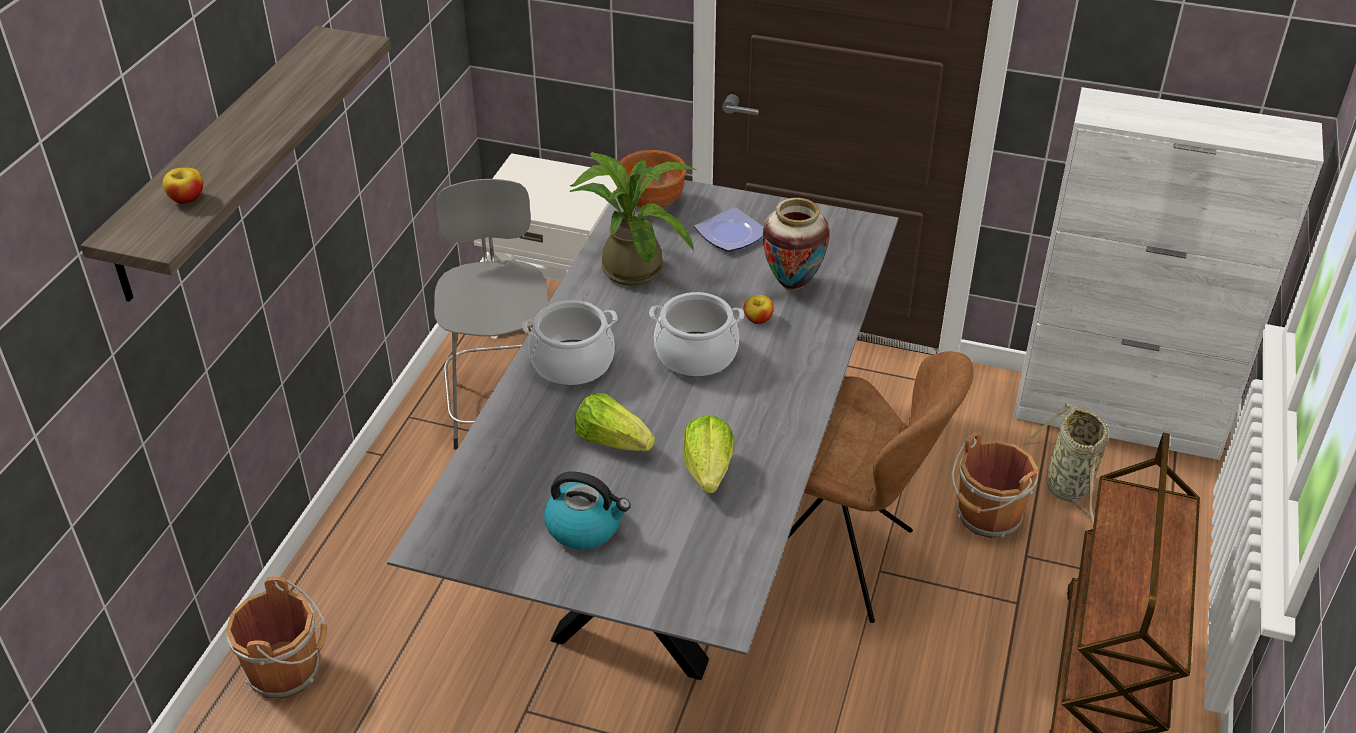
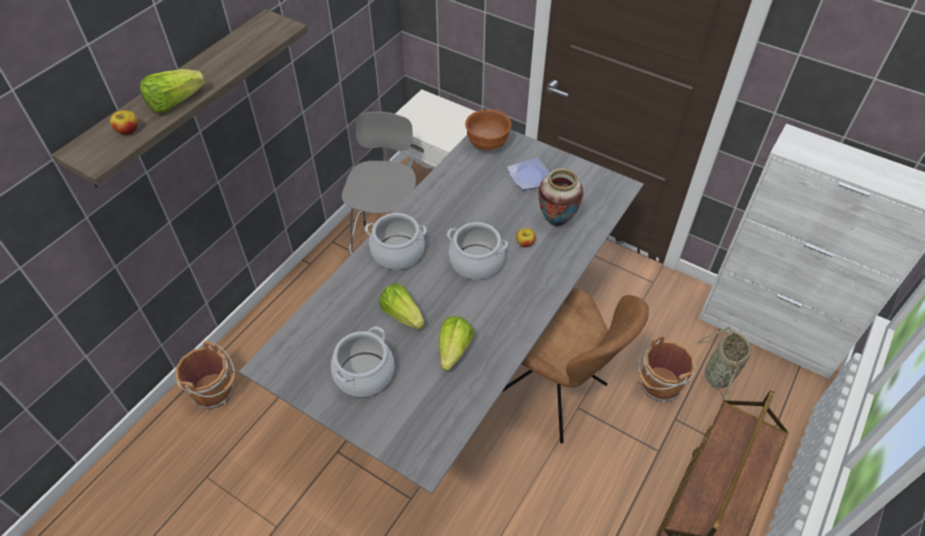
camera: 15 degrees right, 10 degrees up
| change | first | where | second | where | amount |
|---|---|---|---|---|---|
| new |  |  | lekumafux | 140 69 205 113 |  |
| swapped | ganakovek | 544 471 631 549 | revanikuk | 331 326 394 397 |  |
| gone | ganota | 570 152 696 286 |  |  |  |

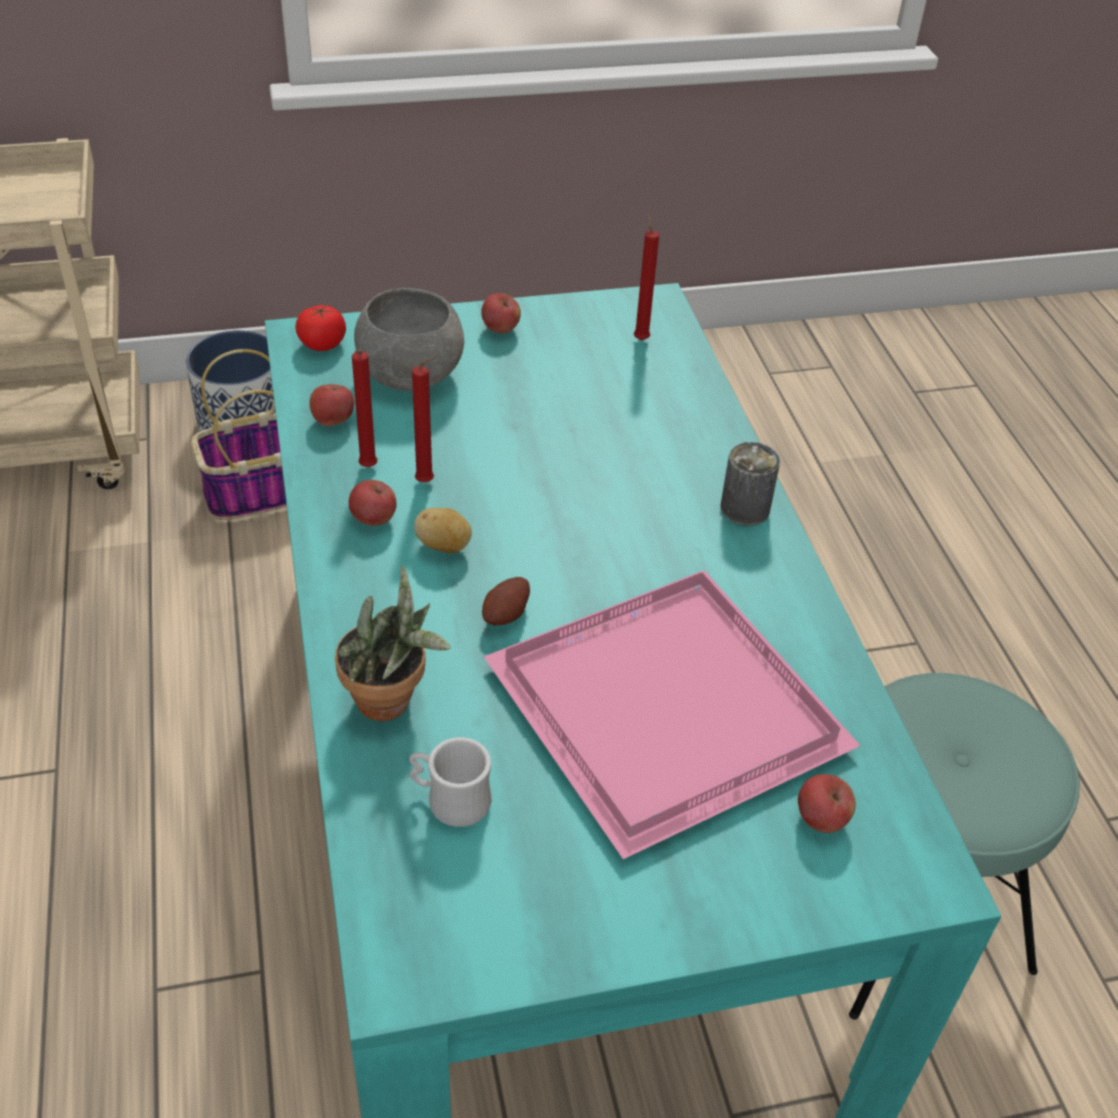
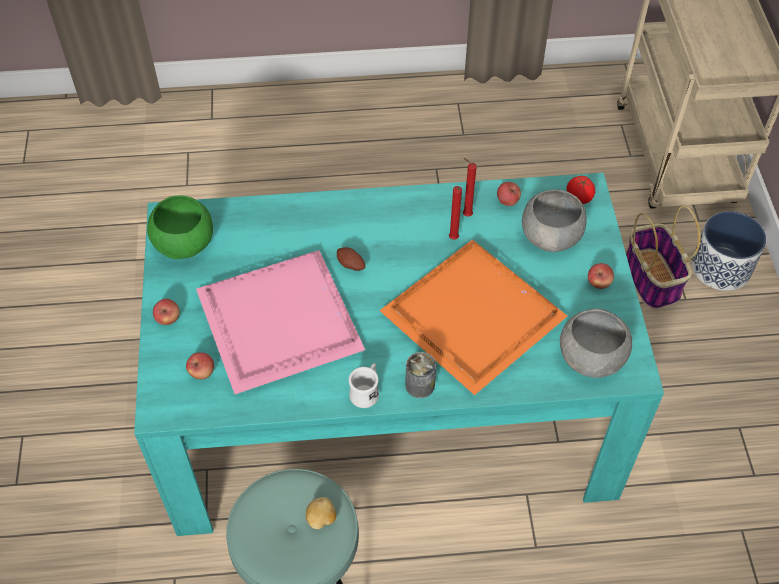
camera: 100 degrees right, 10 degrees up
| change | first | where | second | where | amount |
|---|---|---|---|---|---|
| new |  |  | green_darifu | 147 195 213 259 |  |
| shifted | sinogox | 349 480 397 526 |  | 153 299 180 325 |  |
| shifted | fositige | 414 508 472 553 |  | 306 497 336 529 |  |
| shifted | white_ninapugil | 409 737 492 827 |  | 349 363 379 408 |  |
| new |  |  | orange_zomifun | 379 239 567 395 |  |
| swapped | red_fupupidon | 634 214 659 341 | grey_darifu | 560 308 632 378 |  |
| gone | ganota | 335 564 451 721 |  |  |  |

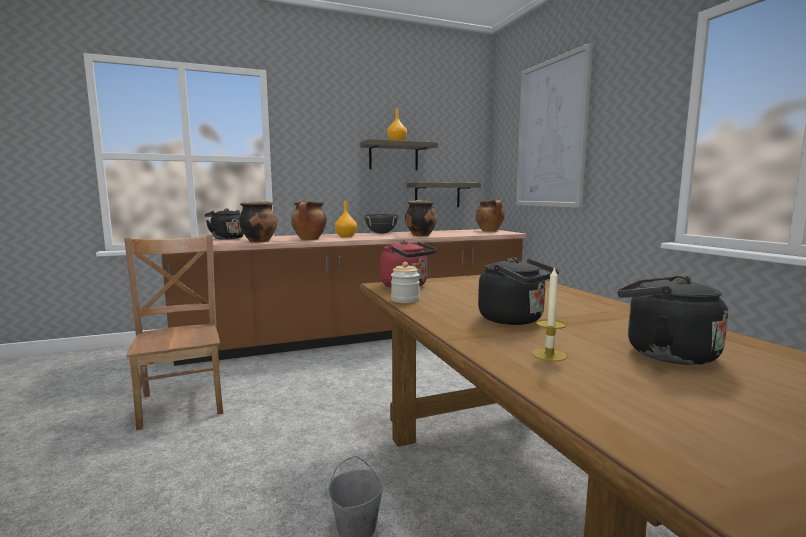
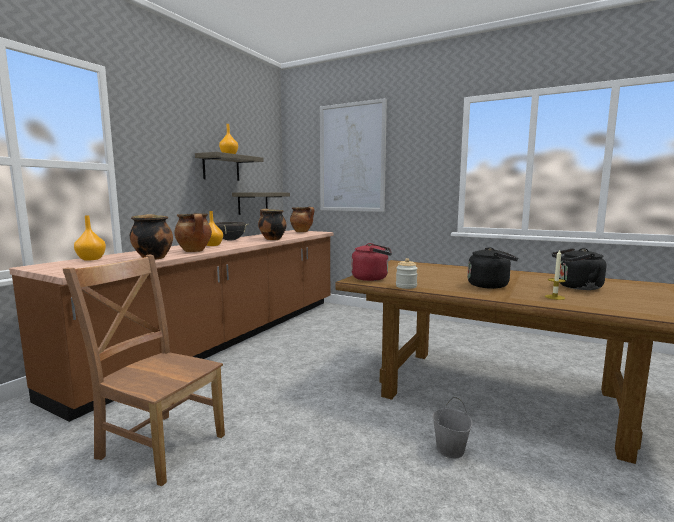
camera: 40 degrees left, 0 degrees up
| change | first | where | second | where | amount |
|---|---|---|---|---|---|
| swapped | black_ganakovek | 205 208 244 240 | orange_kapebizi | 74 215 106 261 |  |

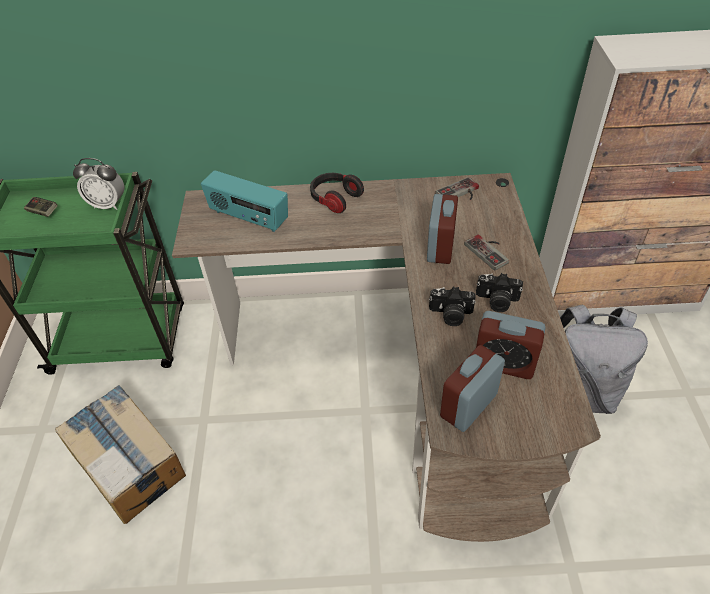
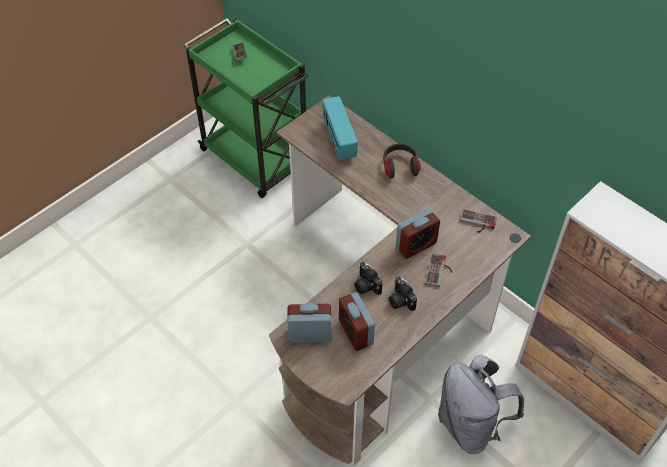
camera: 45 degrees right, 5 degrees up
| change | first | where | second | where | amount |
|---|---|---|---|---|---|
| gone | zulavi | 55 385 186 524 |  |  |  |
| gone | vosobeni | 73 158 125 210 |  |  |  |

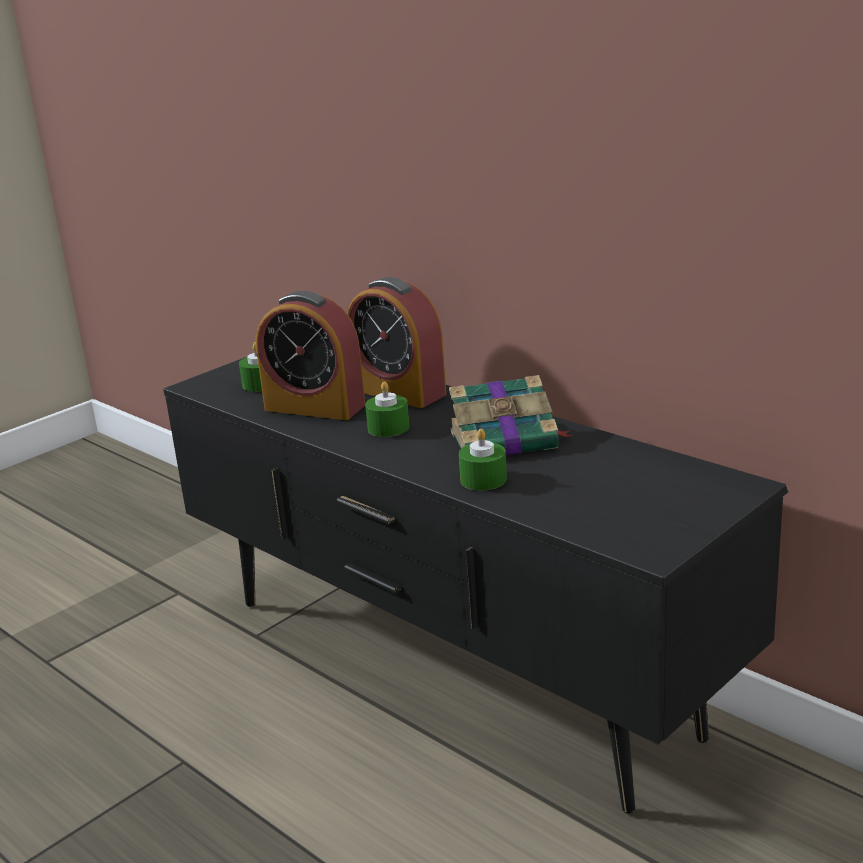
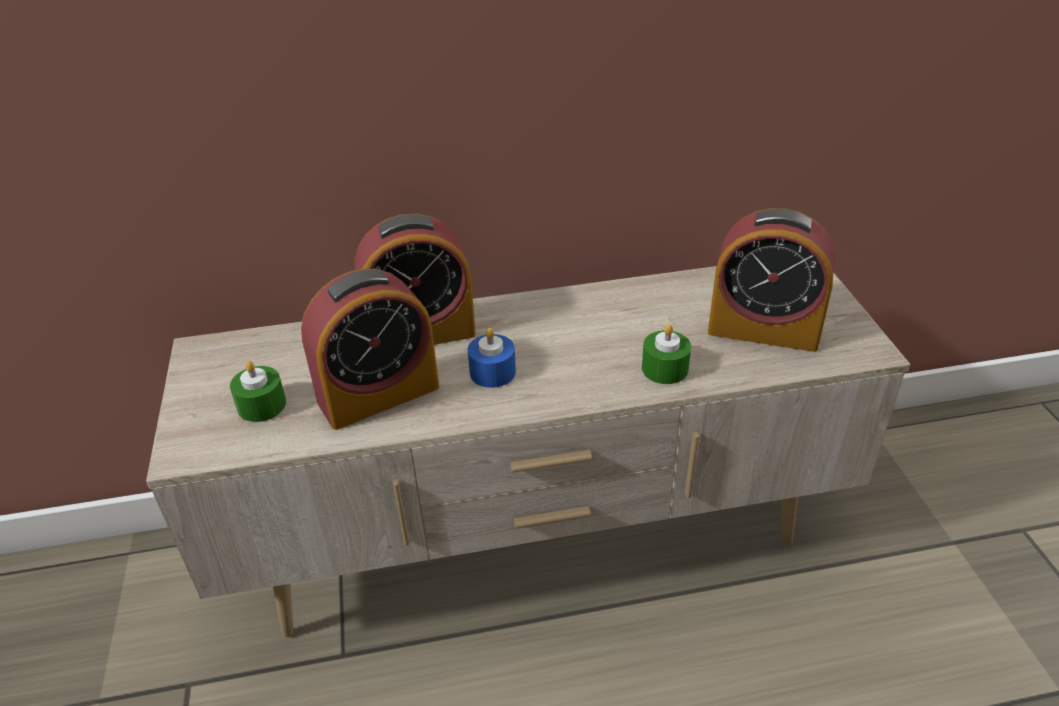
camera: 55 degrees left, 15 degrees up
| change | first | where | second | where | amount |
|---|---|---|---|---|---|
| repainted | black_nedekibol | 163 357 788 814 | beige_nedekibol | 146 266 911 637 |  |
| repainted | green_fupupidon | 365 381 409 437 | blue_fupupidon | 467 328 516 388 |  |
| new |  |  | vosobeni | 708 209 835 352 |  |
| gone | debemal | 449 375 573 455 |  |  |  |

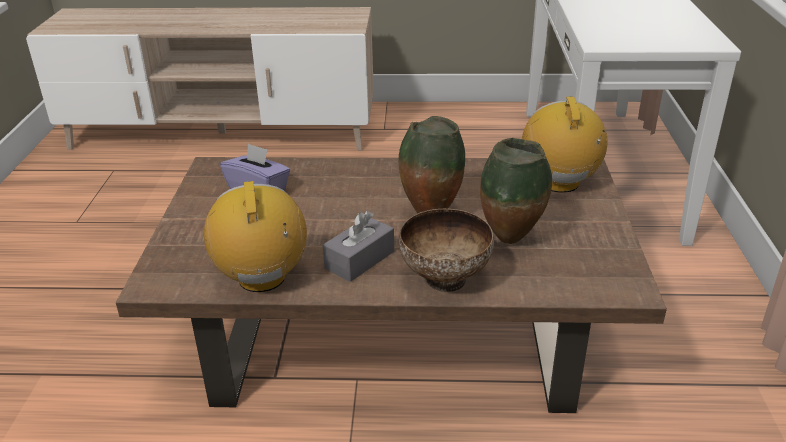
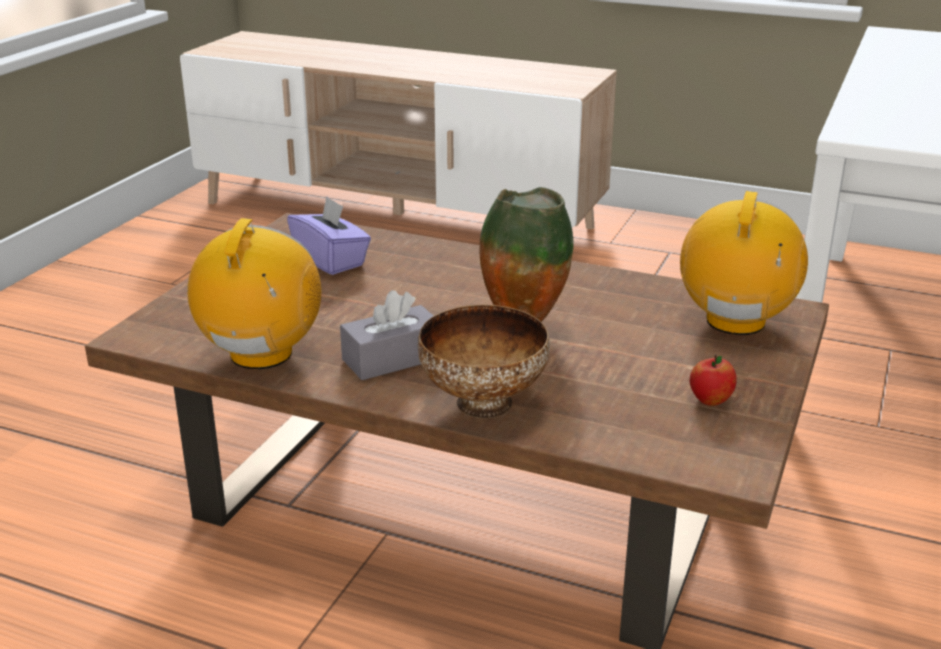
camera: 20 degrees right, 5 degrees down
| change | first | where | second | where | amount |
|---|---|---|---|---|---|
| new |  |  | sinogox | 690 354 736 406 |  |
| gone | kapebizi | 480 138 552 244 |  |  |  |

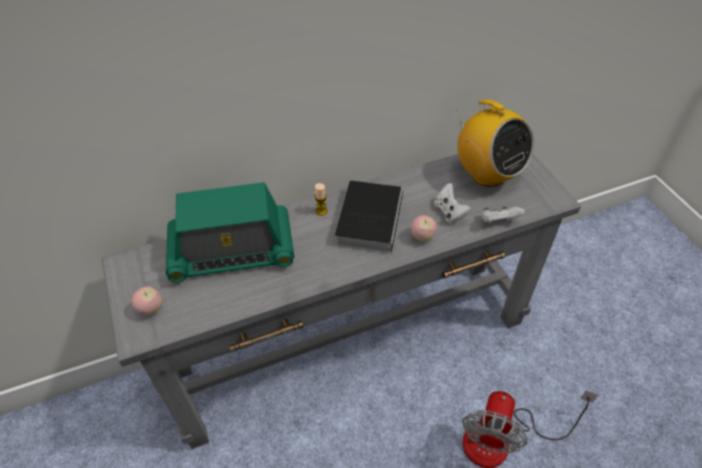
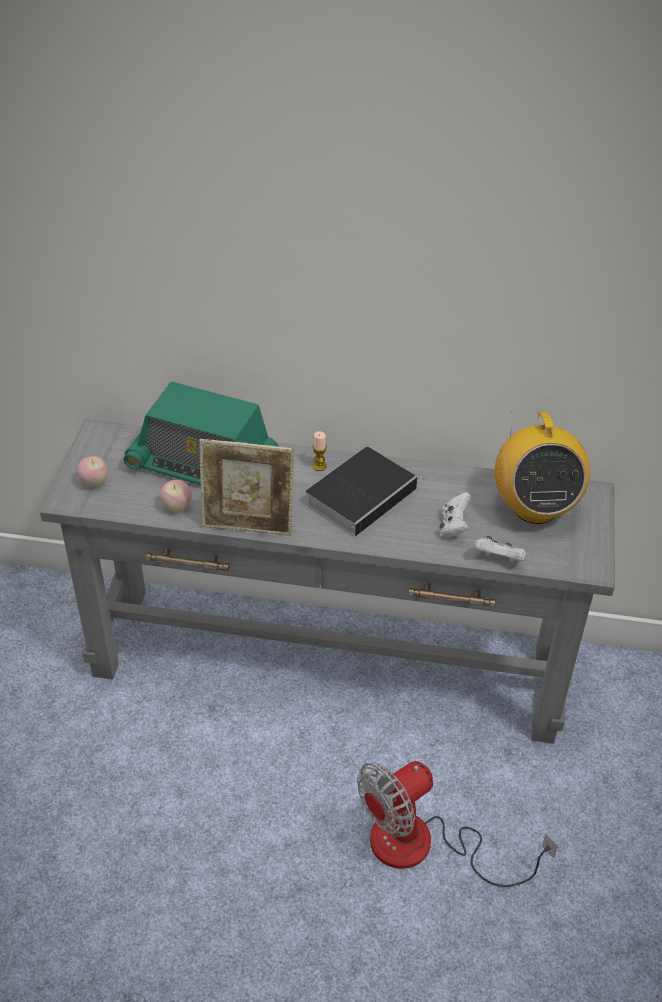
camera: 30 degrees right, 5 degrees down
| change | first | where | second | where | amount |
|---|---|---|---|---|---|
| shifted | sinogox | 411 215 437 242 |  | 161 480 192 512 |  |
| new |  |  | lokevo | 199 439 295 536 |  |

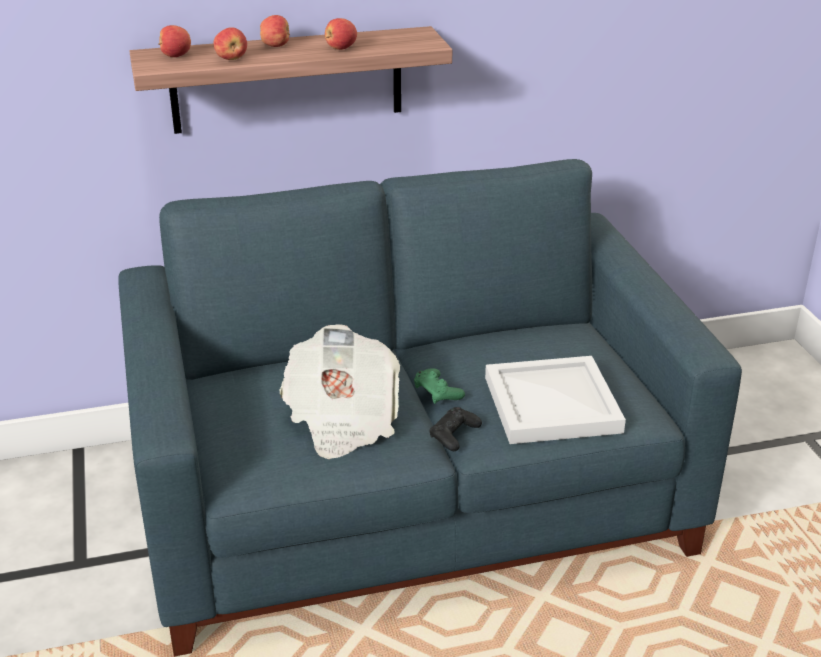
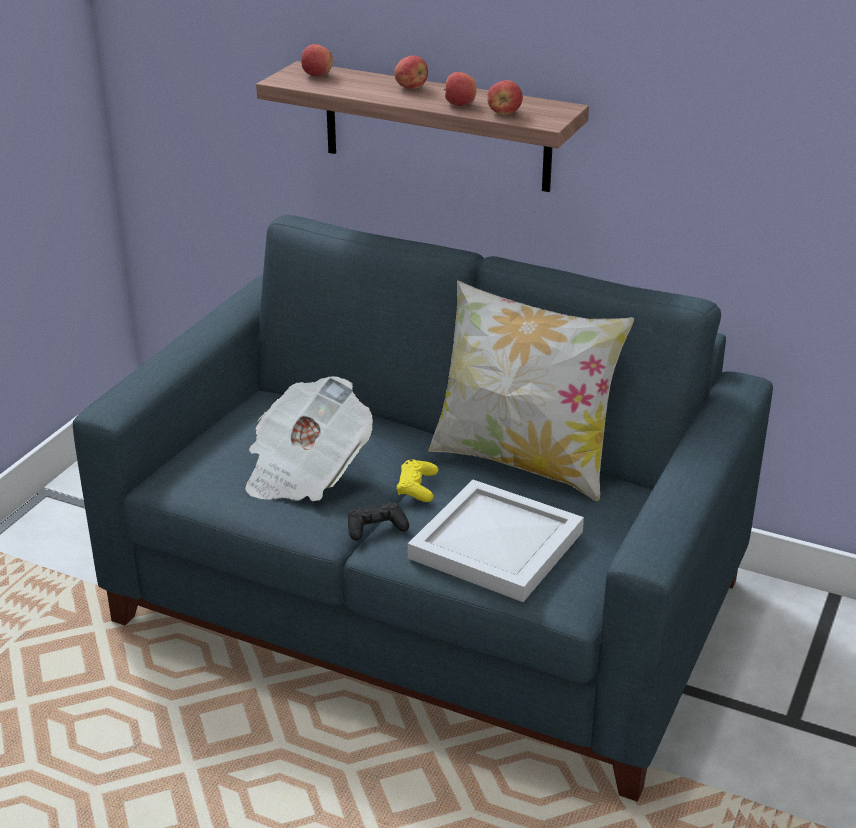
camera: 40 degrees right, 0 degrees up
| change | first | where | second | where | amount |
|---|---|---|---|---|---|
| repainted | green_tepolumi | 414 368 465 404 | yellow_tepolumi | 397 459 438 502 |  |
| new |  |  | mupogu | 428 280 634 501 |  |
| shifted | sinogox | 213 27 247 60 |  | 487 80 523 115 |  |

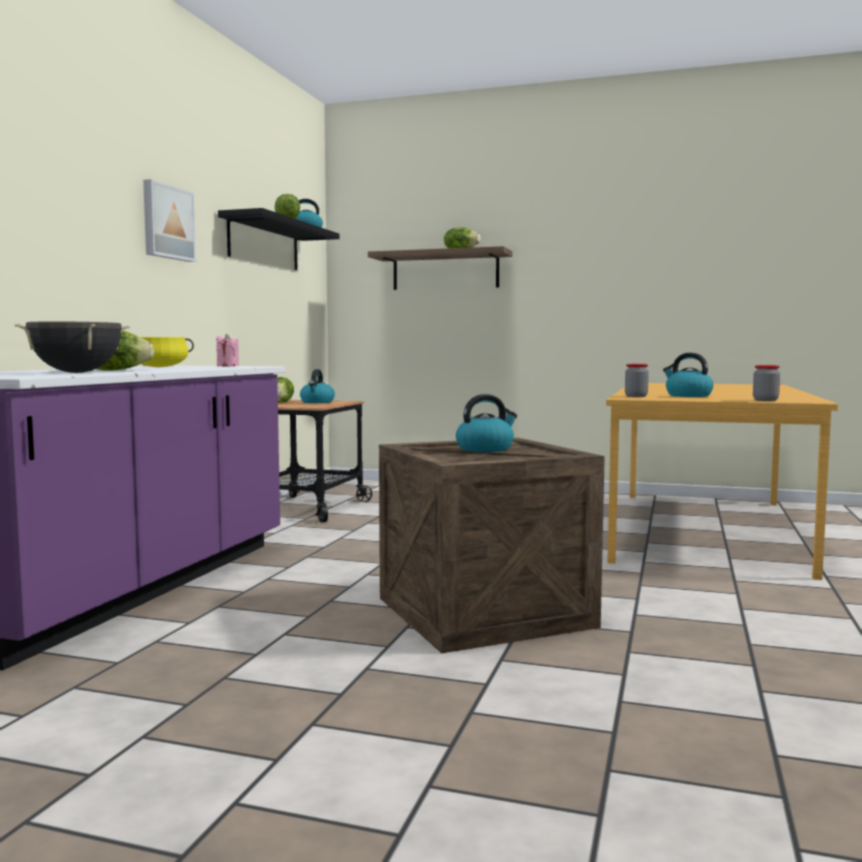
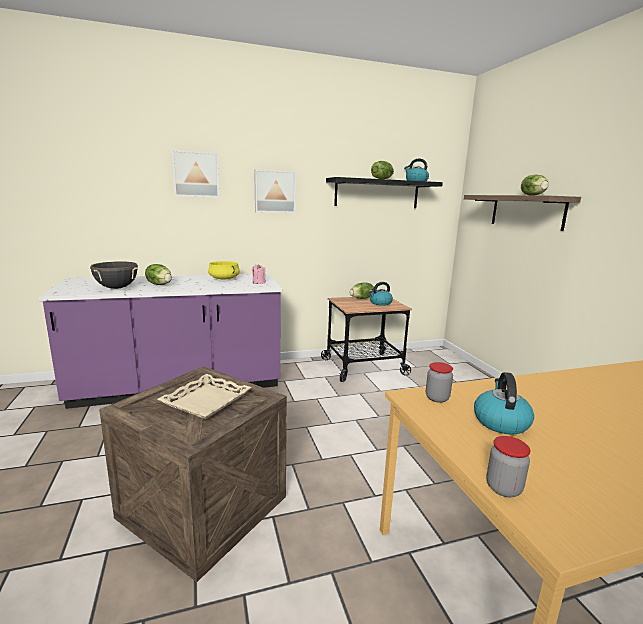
camera: 55 degrees right, 10 degrees up
| change | first | where | second | where | amount |
|---|---|---|---|---|---|
| swapped | ganakovek | 456 394 517 452 | beige_zomifun | 157 374 252 419 |  |
| new |  |  | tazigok | 172 150 219 198 |  |

